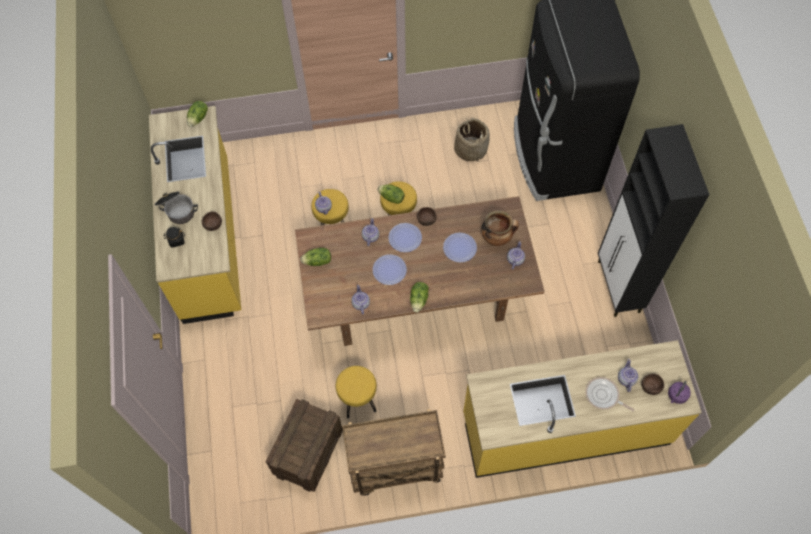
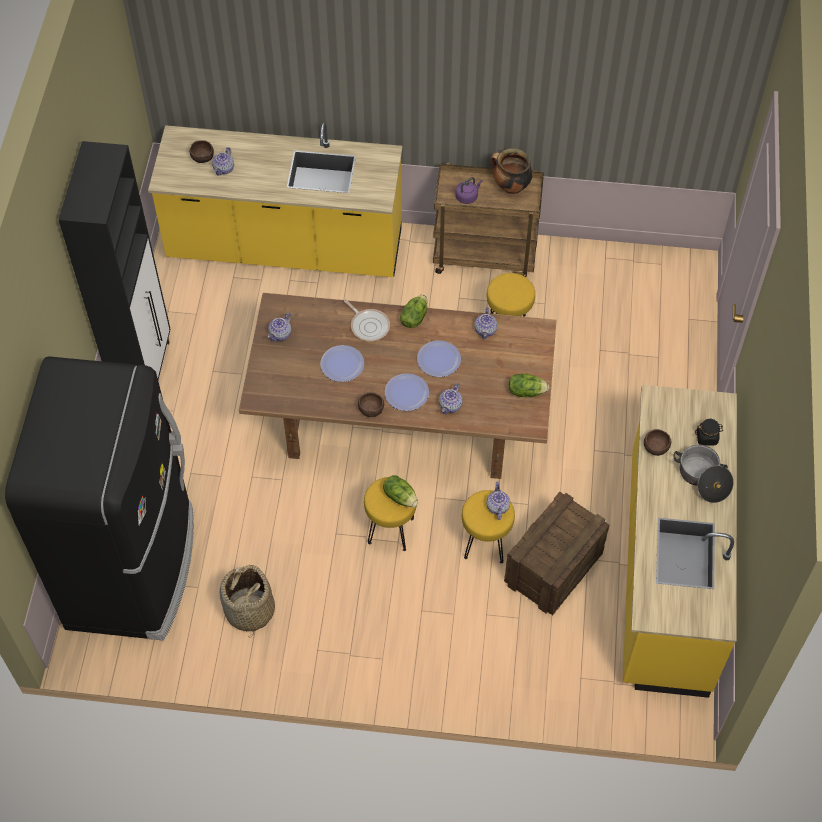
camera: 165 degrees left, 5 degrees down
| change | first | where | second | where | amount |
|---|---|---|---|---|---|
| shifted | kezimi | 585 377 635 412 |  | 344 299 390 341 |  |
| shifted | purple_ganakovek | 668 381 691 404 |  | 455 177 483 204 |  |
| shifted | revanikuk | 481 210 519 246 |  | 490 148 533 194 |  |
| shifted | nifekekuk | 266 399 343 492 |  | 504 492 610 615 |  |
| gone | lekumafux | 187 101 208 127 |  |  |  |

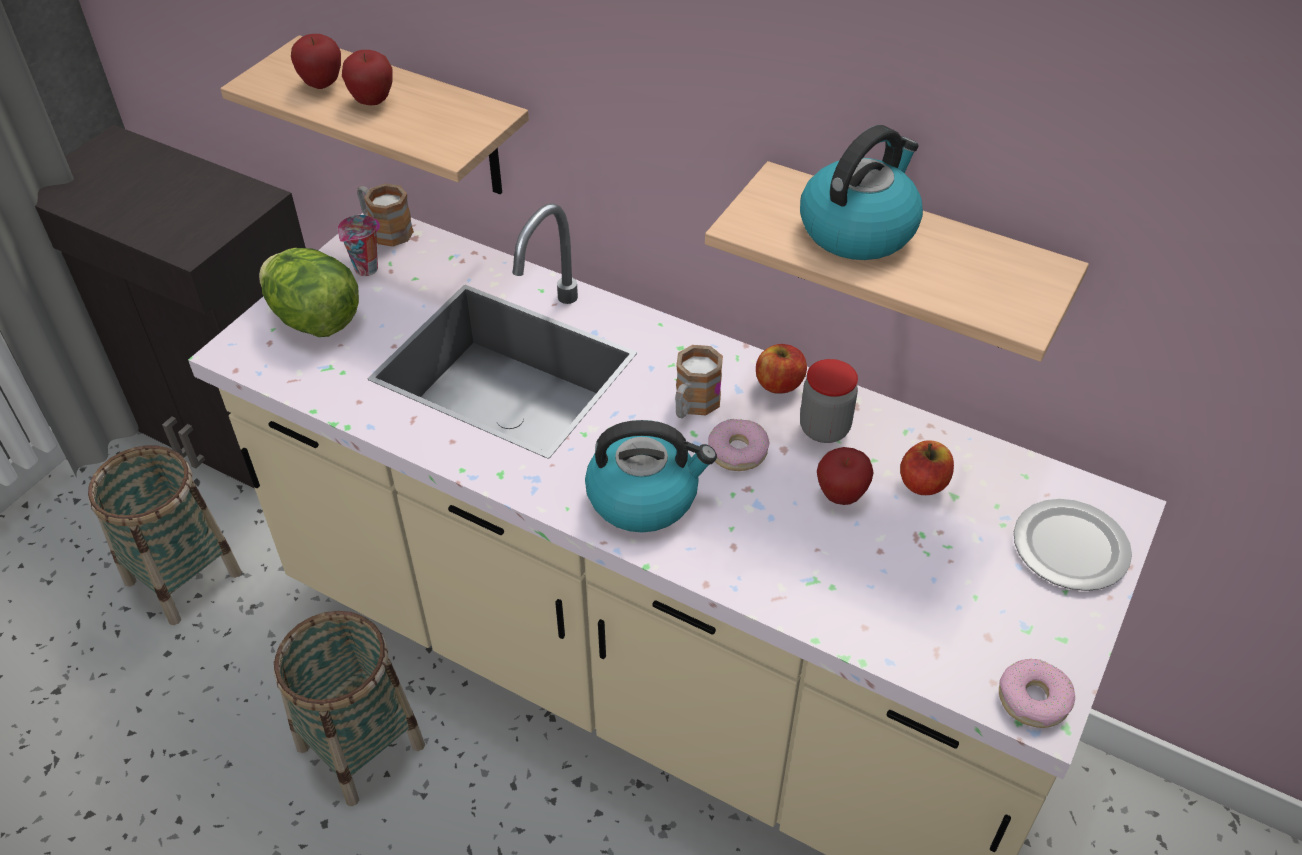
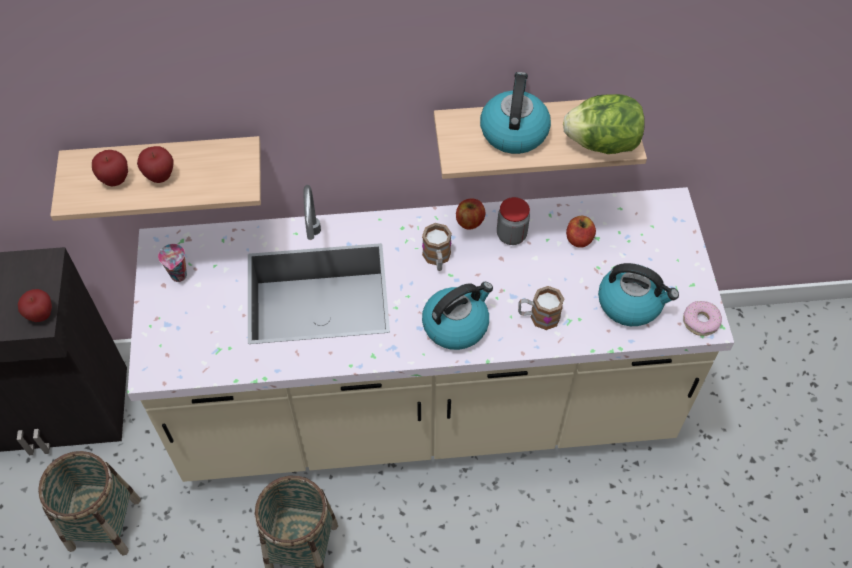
camera: 35 degrees left, 10 degrees up
| change | first | where | second | where | amount |
|---|---|---|---|---|---|
| shifted | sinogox | 817 447 874 505 |  | 18 289 52 322 |  |
| shifted | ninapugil | 357 183 414 247 |  | 518 286 564 330 |  |
| shifted | lekumafux | 259 248 359 337 |  | 563 94 645 154 |  |
| new |  |  | ganakovek | 598 263 679 326 |  |
| gone | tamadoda | 708 419 769 471 |  |  |  |
| gone | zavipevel | 1014 499 1132 591 |  |  |  |

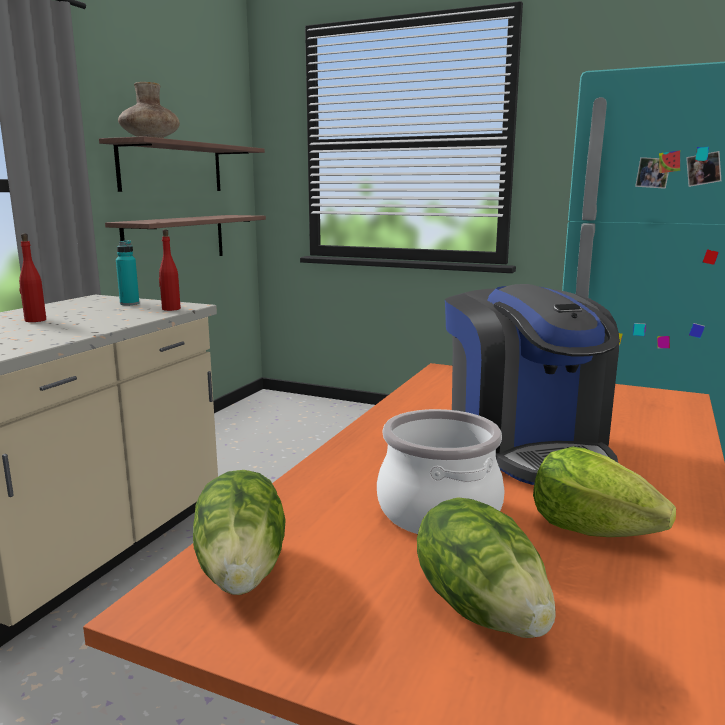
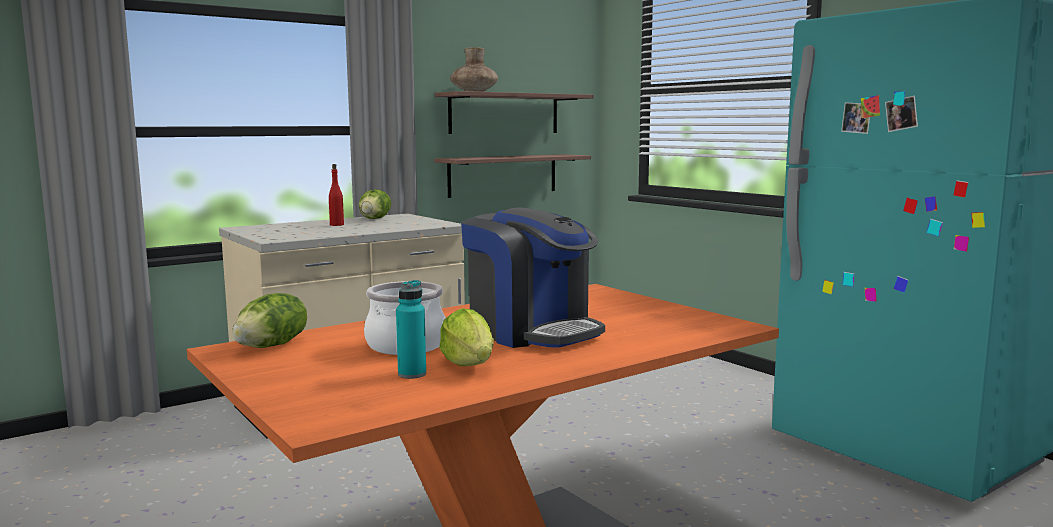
camera: 30 degrees right, 5 degrees down
| change | first | where | second | where | amount |
|---|---|---|---|---|---|
| shifted | lekumafux | 417 497 556 638 |  | 359 189 391 219 |  |
| shifted | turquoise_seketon | 116 240 139 305 |  | 396 280 426 379 |  |
| rotated | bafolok | 445 284 620 485 |  | 461 208 605 348 | 60 degrees counterclockwise |
| gone | red_seketon | 159 230 181 311 |  |  |  |

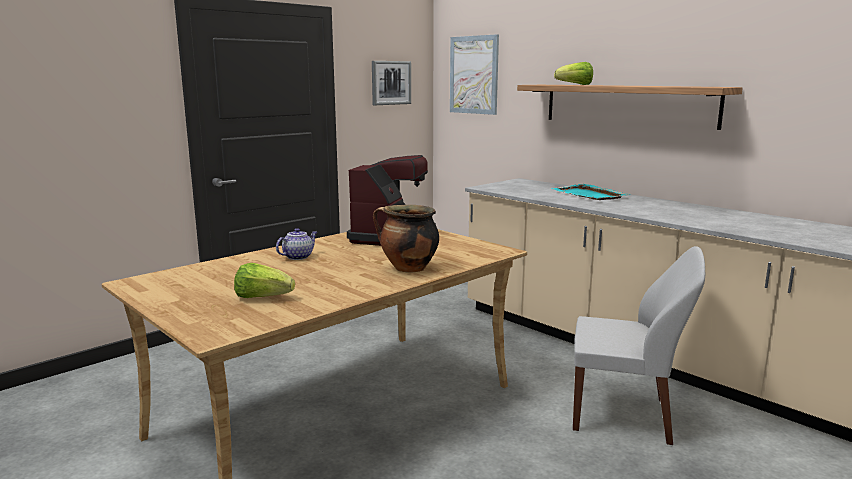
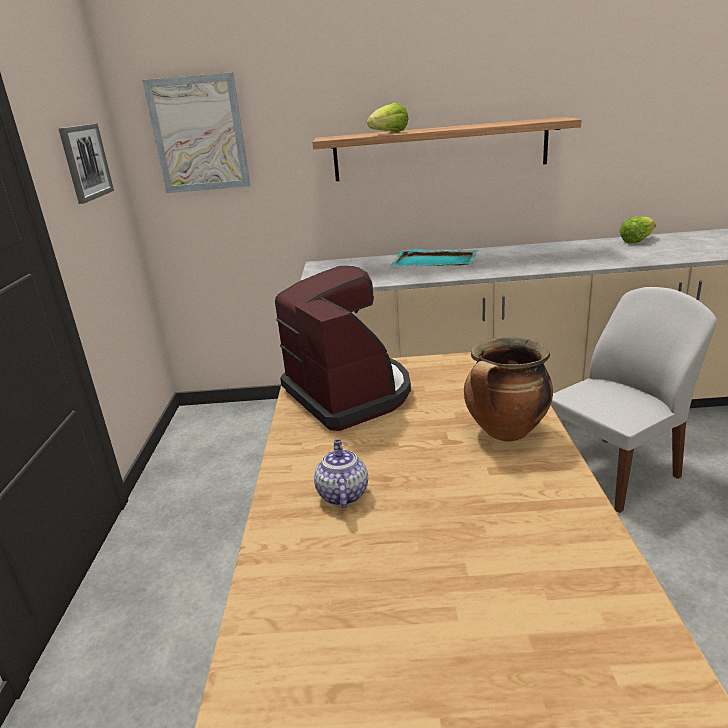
camera: 45 degrees left, 10 degrees up
| change | first | where | second | where | amount |
|---|---|---|---|---|---|
| shifted | lekumafux | 234 263 295 298 |  | 620 216 656 243 |  |

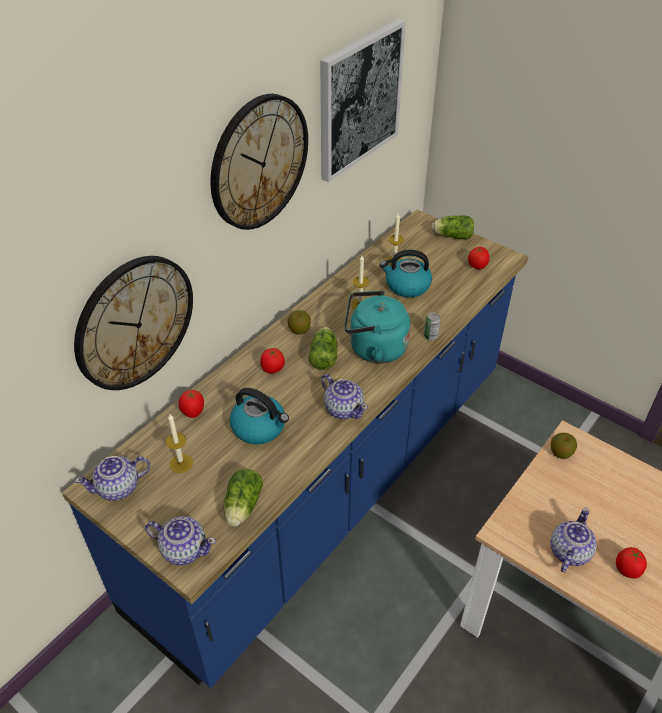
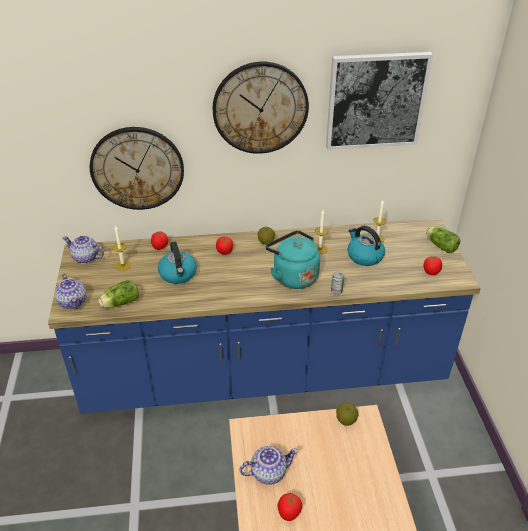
camera: 45 degrees right, 5 degrees down
| change | first | where | second | where | amount |
|---|---|---|---|---|---|
| gone | lekumafux | 308 327 337 370 |  |  |  |
| gone | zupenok | 321 374 368 419 |  |  |  |

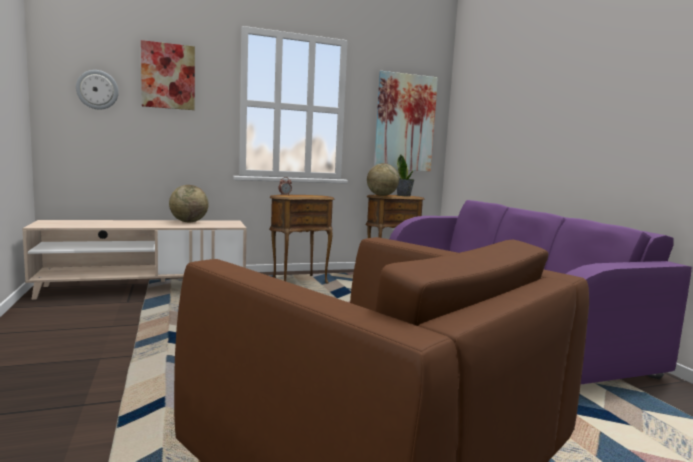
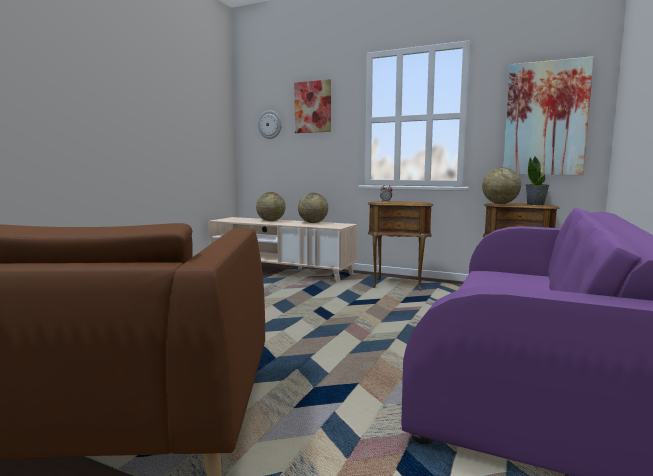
camera: 45 degrees right, 0 degrees up
| change | first | where | second | where | amount |
|---|---|---|---|---|---|
| new |  |  | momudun | 256 192 286 221 |  |

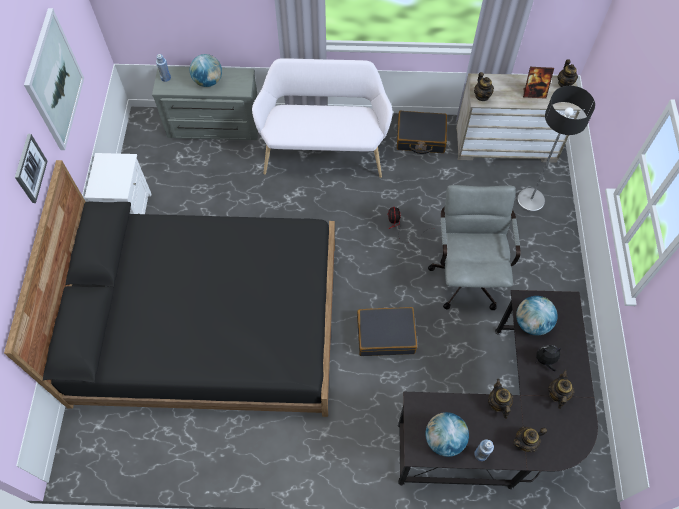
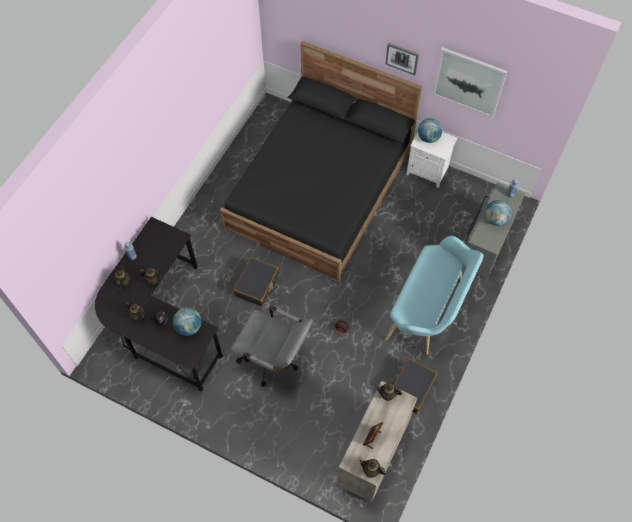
camera: 115 degrees right, 0 degrees up
| change | first | where | second | where | amount |
|---|---|---|---|---|---|
| repainted | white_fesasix | 252 58 393 178 | turquoise_fesasix | 385 236 484 355 |  |
| shifted | momudun | 425 412 469 457 |  | 418 118 442 143 |  |
| gone | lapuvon | 517 86 595 212 |  |  |  |

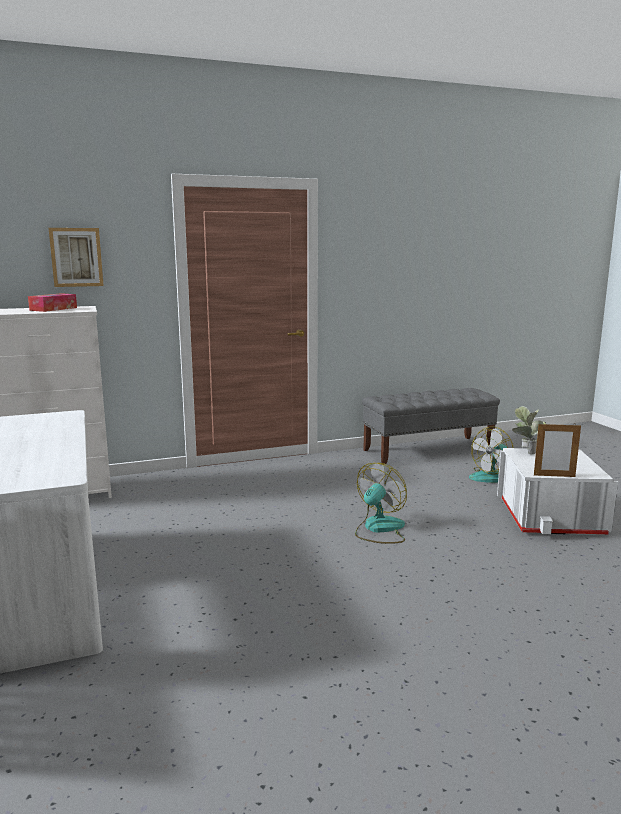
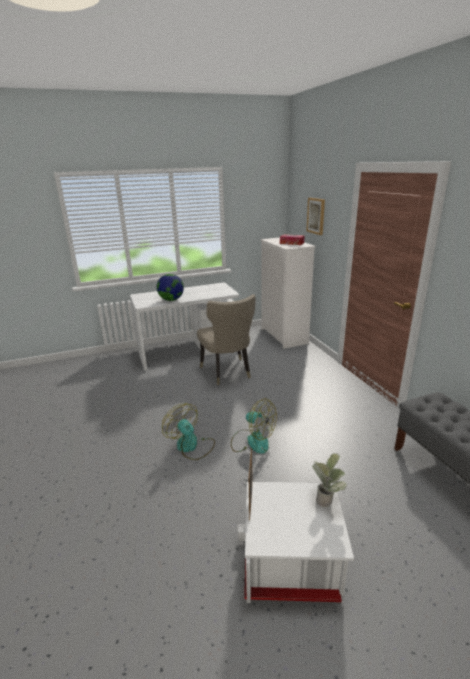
camera: 90 degrees right, 10 degrees up
| change | first | where | second | where | amount |
|---|---|---|---|---|---|
| new |  |  | momudun | 157 274 184 301 |  |
| shifted | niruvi | 469 427 514 483 |  | 162 403 215 460 |  |
| new |  |  | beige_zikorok | 197 294 256 385 |  |

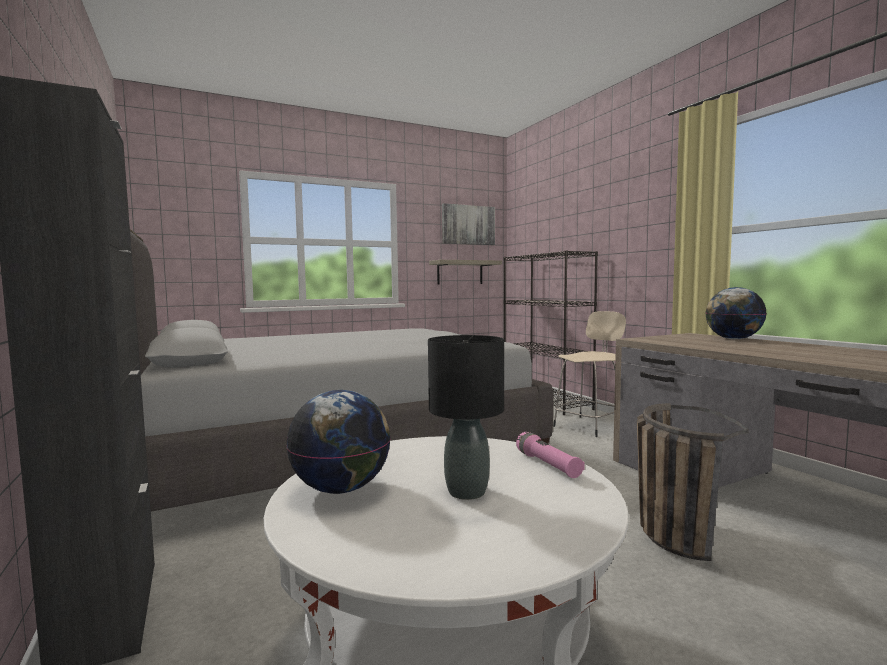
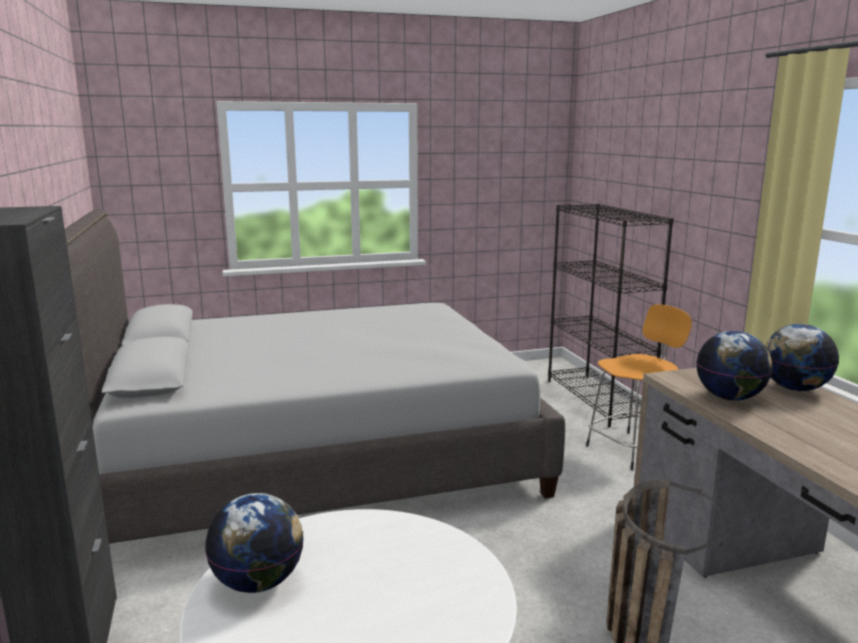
camera: 10 degrees right, 10 degrees up
| change | first | where | second | where | amount |
|---|---|---|---|---|---|
| repainted | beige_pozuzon | 553 311 626 437 | orange_pozuzon | 586 304 692 470 |  |
| new |  |  | momudun | 696 331 773 401 |  |
| gone | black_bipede | 428 335 504 500 |  |  |  |
| gone | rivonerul | 429 260 502 285 |  |  |  |
| gone | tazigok | 442 203 495 245 |  |  |  |
| gone | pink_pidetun | 516 432 585 478 |  |  |  |

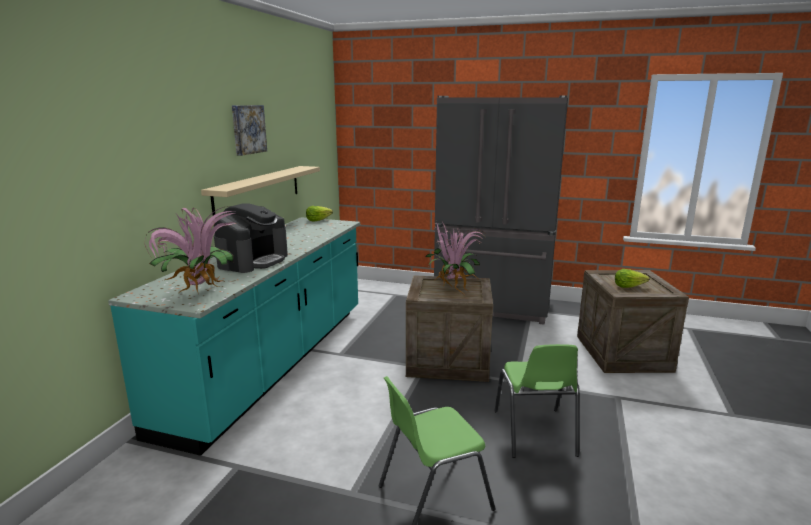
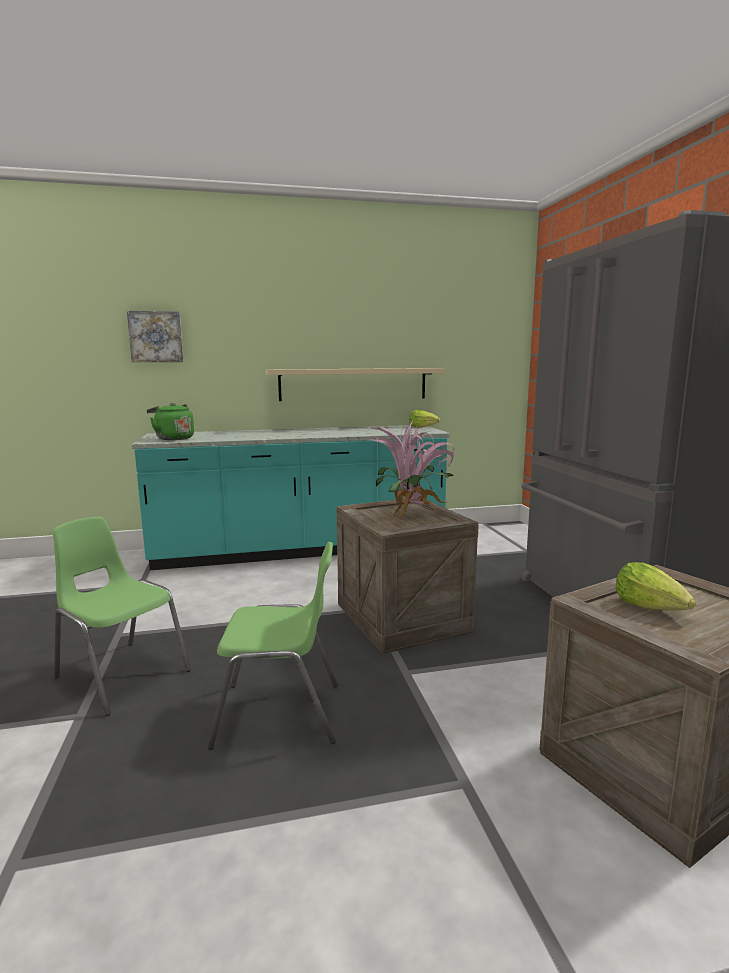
camera: 60 degrees right, 5 degrees down
| change | first | where | second | where | amount |
|---|---|---|---|---|---|
| shifted | tazigok | 232 105 267 156 |  | 127 311 183 362 |  |
| swapped | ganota | 145 206 235 294 | green_ganakovek | 146 403 194 440 |  |
| rotated | green_zikorok | 494 344 579 458 |  | 208 542 338 750 | 150 degrees counterclockwise |
| gone | bafolok | 214 204 288 273 |  |  |  |

